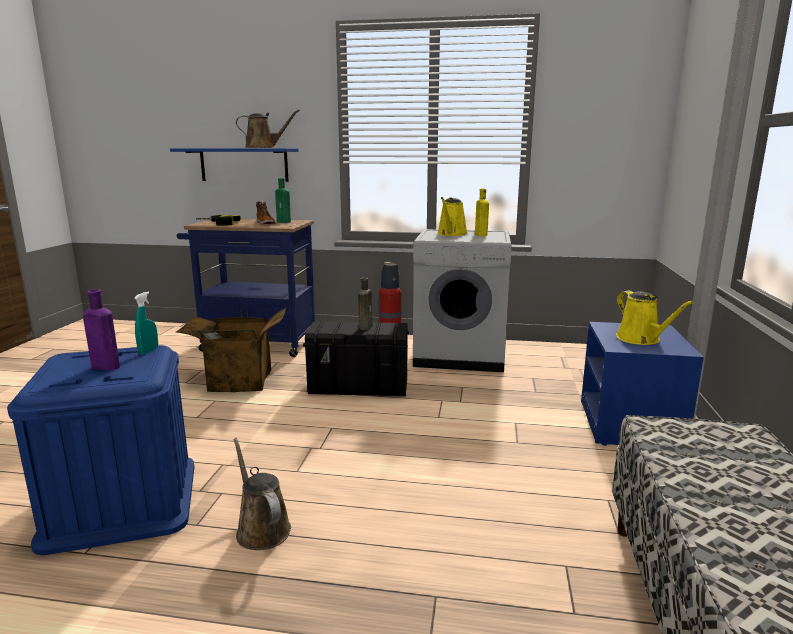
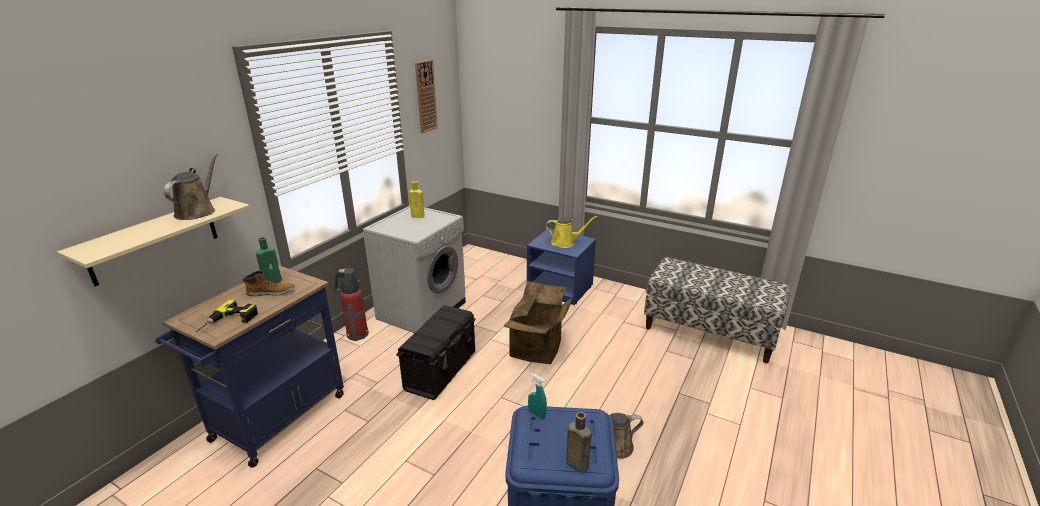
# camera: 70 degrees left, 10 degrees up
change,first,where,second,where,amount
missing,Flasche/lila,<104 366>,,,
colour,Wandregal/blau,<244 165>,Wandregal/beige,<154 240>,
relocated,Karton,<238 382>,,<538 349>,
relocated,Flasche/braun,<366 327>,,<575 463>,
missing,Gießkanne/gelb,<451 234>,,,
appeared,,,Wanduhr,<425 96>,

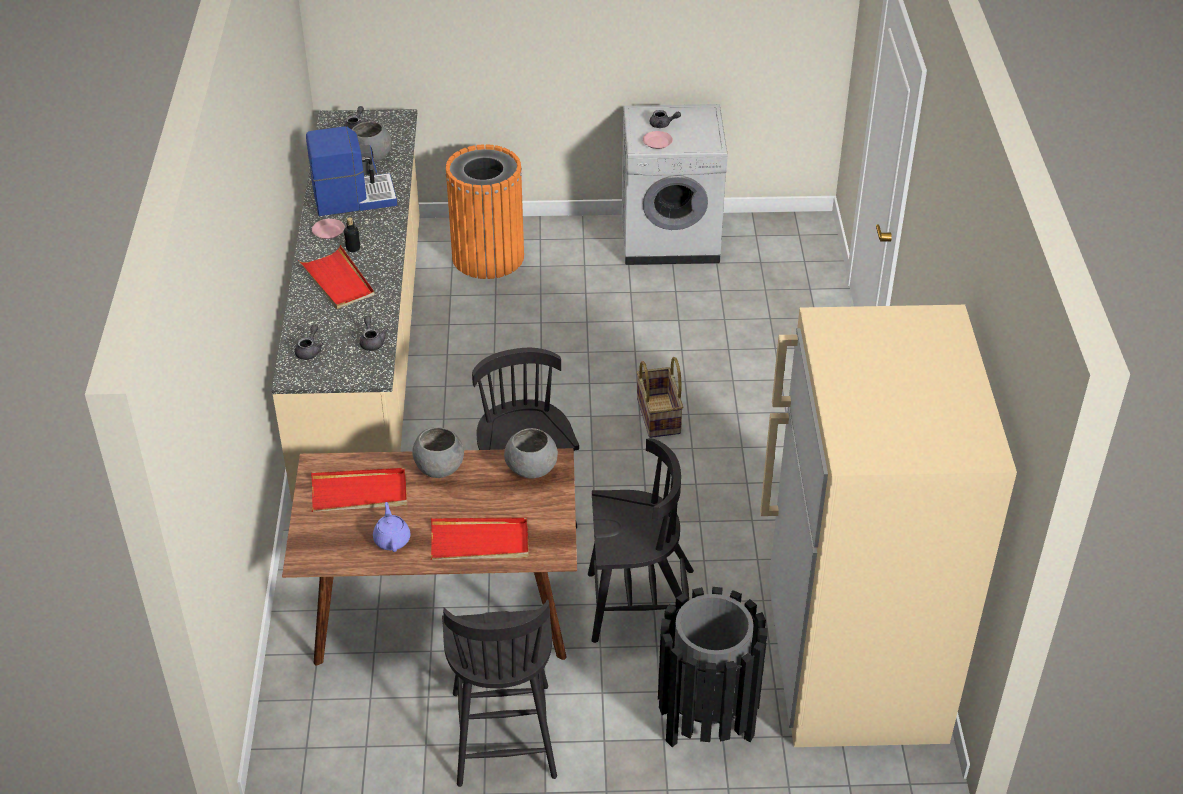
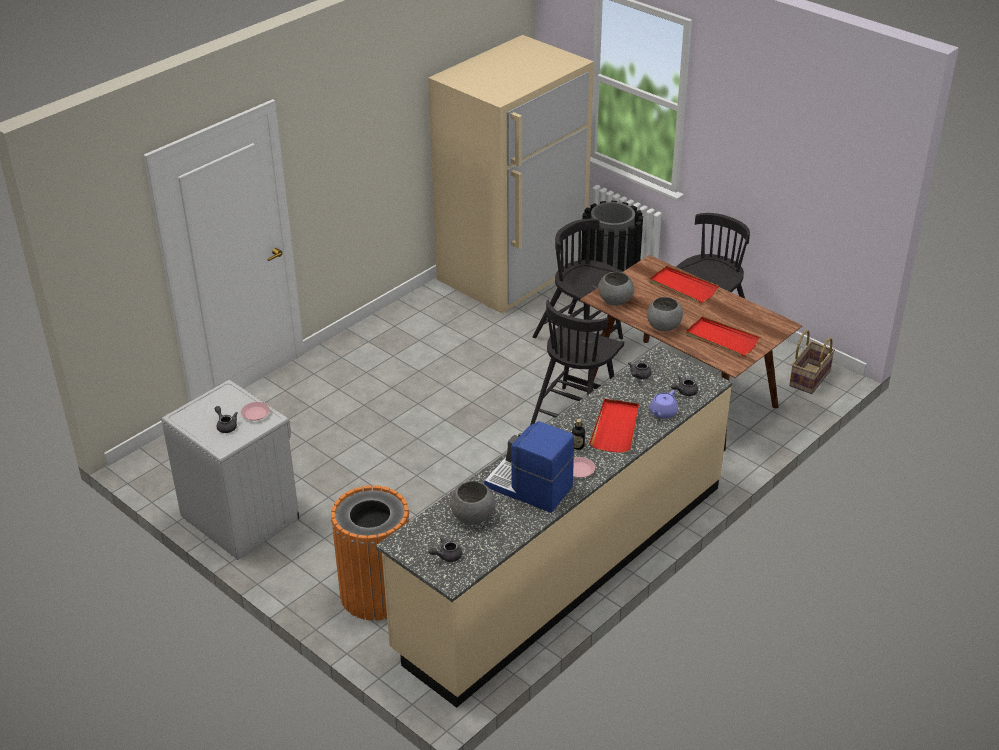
# camera: 135 degrees left, 5 degrees down
change,first,where,second,where,amount
relocated,Teekanne/lila,<392 539>,,<663 413>,
relocated,Korb,<659 416>,,<809 378>,

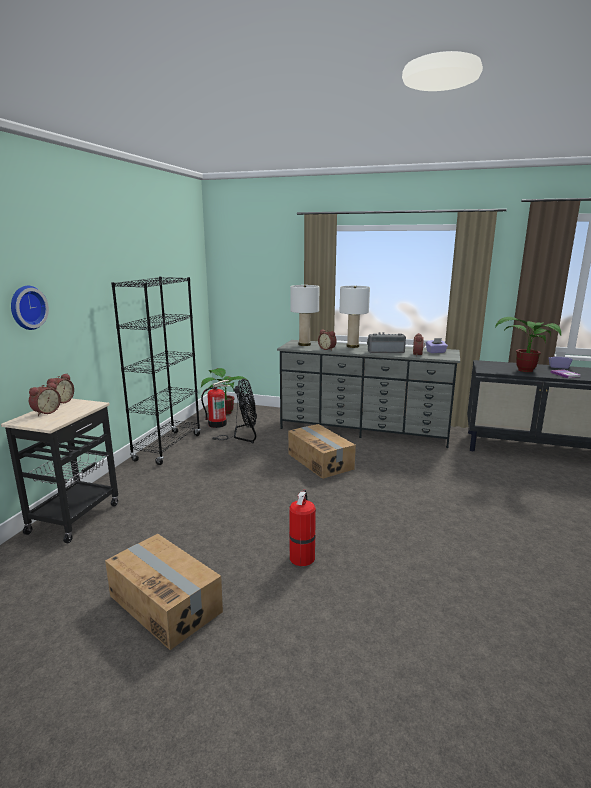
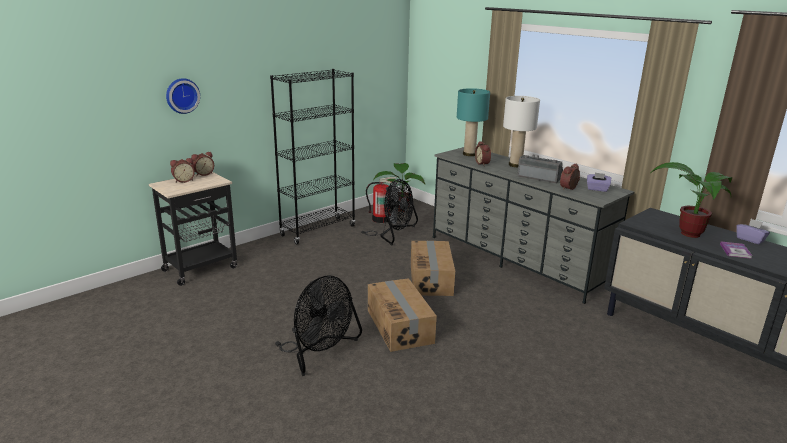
# camera: 30 degrees right, 5 degrees up
change,first,where,second,where,amount
relocated,Karton,<166 603>,,<400 326>,
exchanged,Feuerlöscher,<302 557>,Ventilator/schwarz,<317 352>,
colour,Tischlampe/weiß,<304 344>,Tischlampe/türkis,<469 154>,

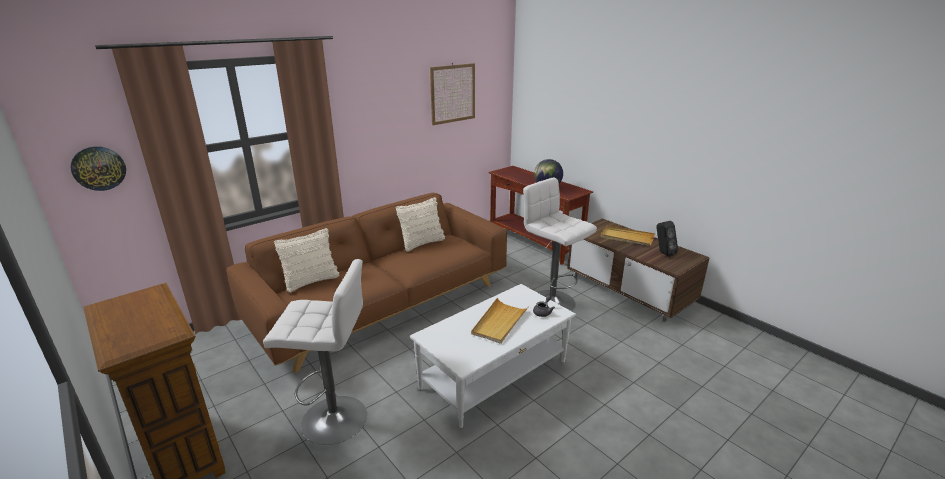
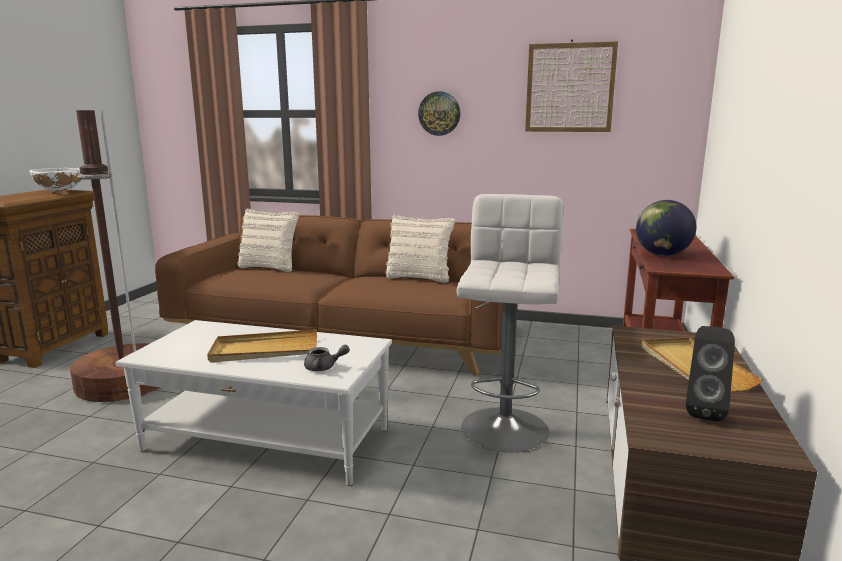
# camera: 55 degrees right, 10 degrees down
change,first,where,second,where,amount
relocated,Wanduhr,<98 168>,,<439 113>,
exchanged,Hocker/weiß,<335 420>,Stehlampe/braun,<124 382>,
appeared,,,Schüssel/weiß,<60 192>,

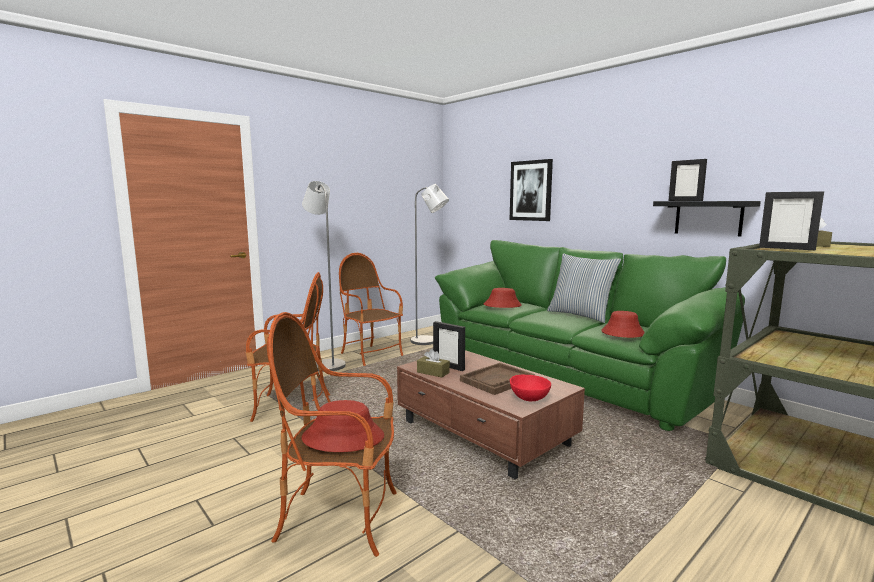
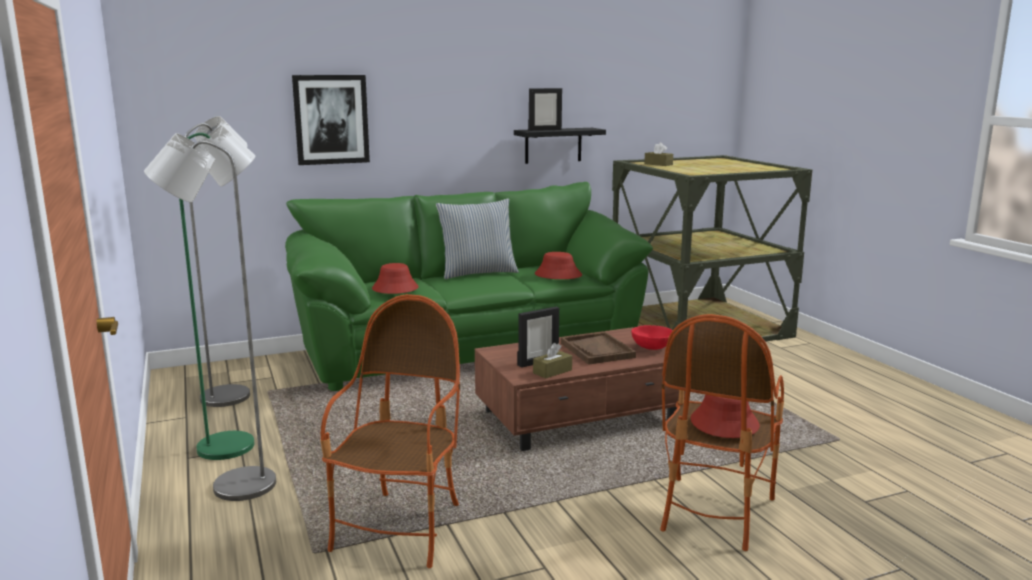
# camera: 70 degrees left, 5 degrees up
change,first,where,second,where,amount
exchanged,Sessel,<371 355>,Stehlampe/grün,<237 445>,
missing,Bilderrahmen,<786 248>,,,

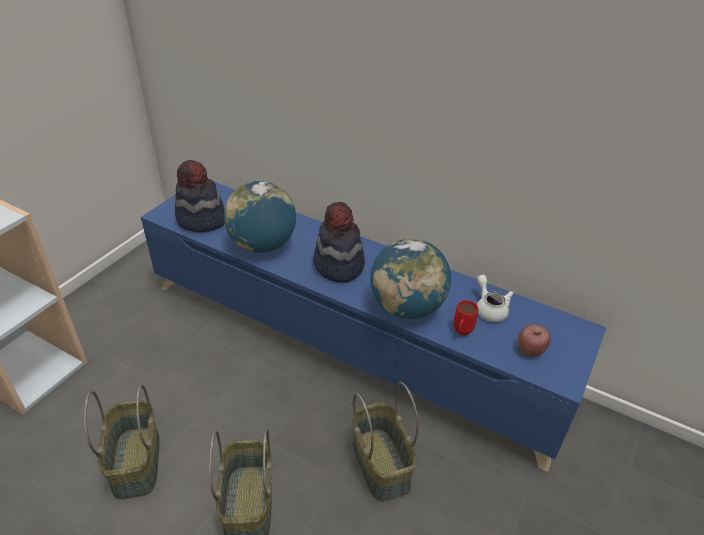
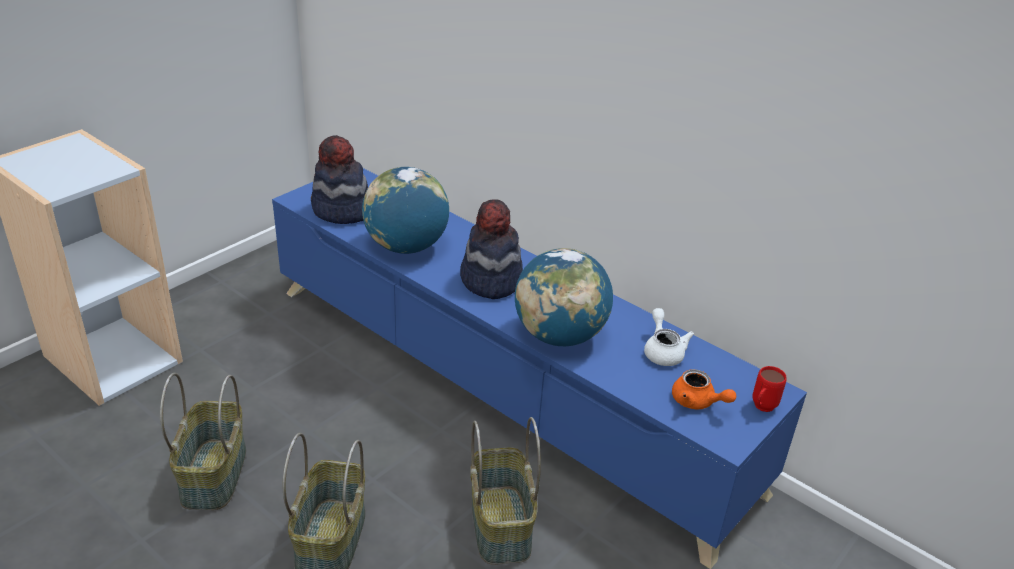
# camera: 10 degrees right, 5 degrees down
change,first,where,second,where,amount
relocated,Henkelbecher/rot,<461 333>,,<761 408>,
exchanged,Apfel,<530 350>,Teekanne/orange,<697 402>,

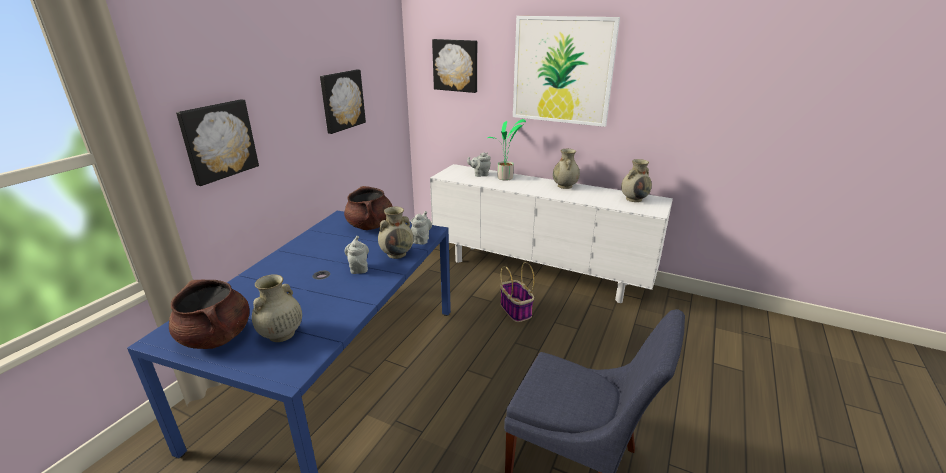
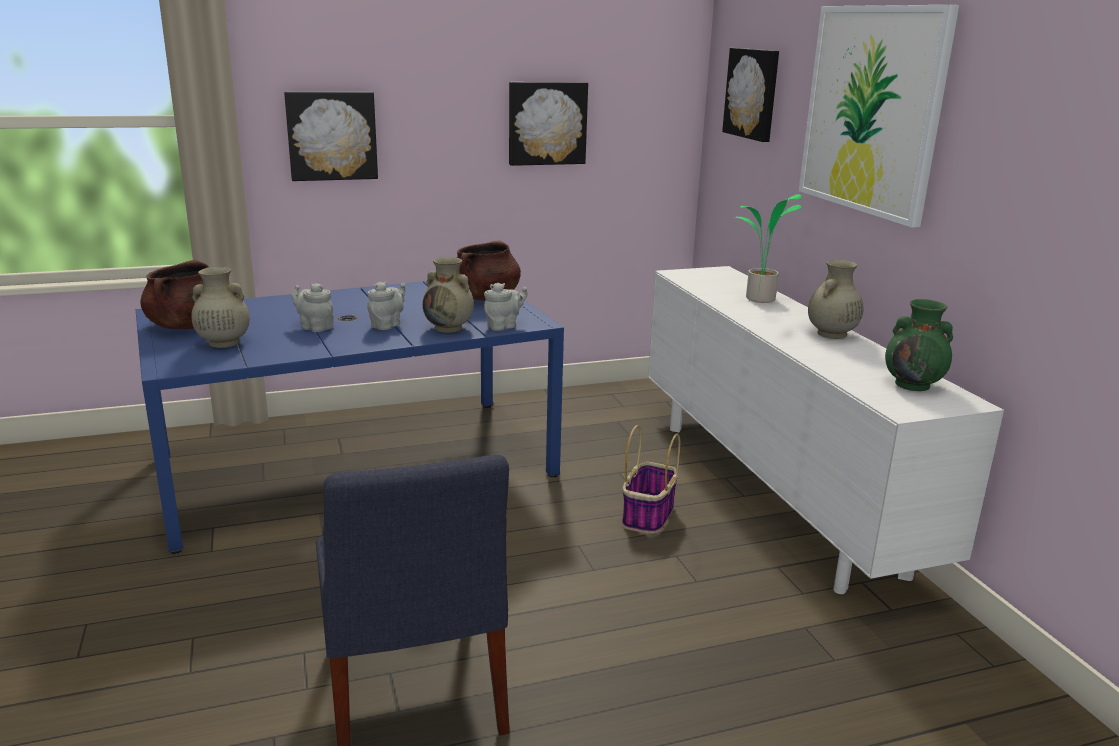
# camera: 45 degrees right, 5 degrees down
change,first,where,second,where,amount
relocated,Teekanne/grau,<480 174>,,<315 327>,
colour,Vase/beige,<634 199>,Vase/grün,<913 385>,

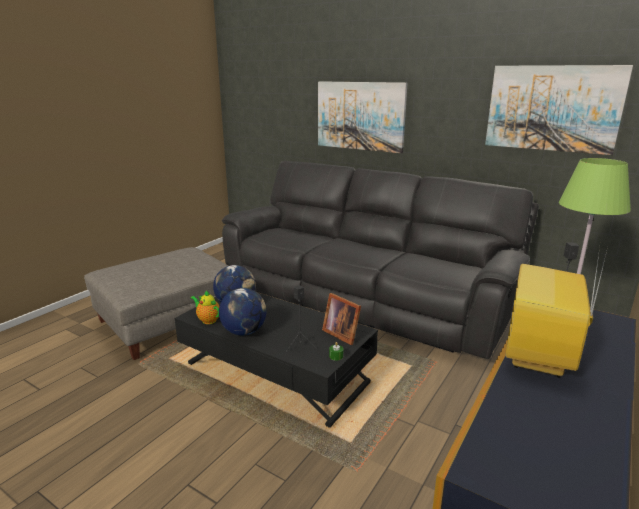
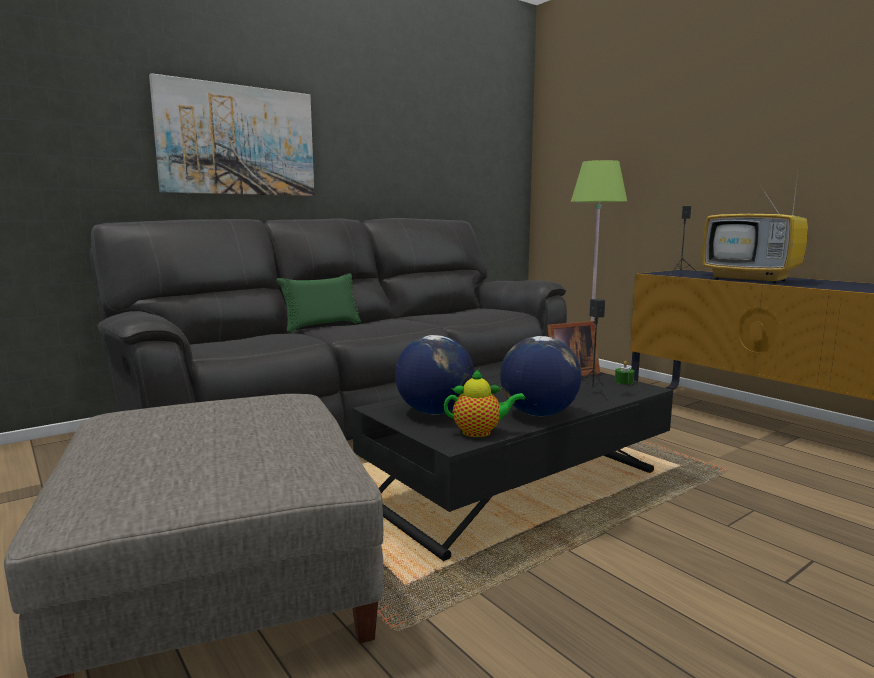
# camera: 70 degrees left, 10 degrees down
change,first,where,second,where,amount
spun,Teekanne,<208 320>,,<480 432>,150 degrees counterclockwise
missing,Bild,<552 108>,,,
appeared,,,Kissen/grün,<321 326>,

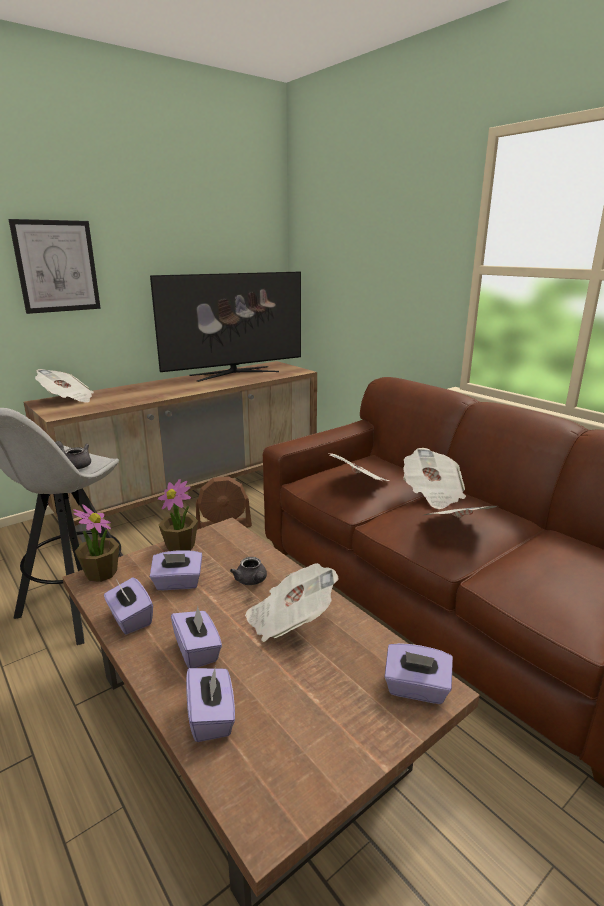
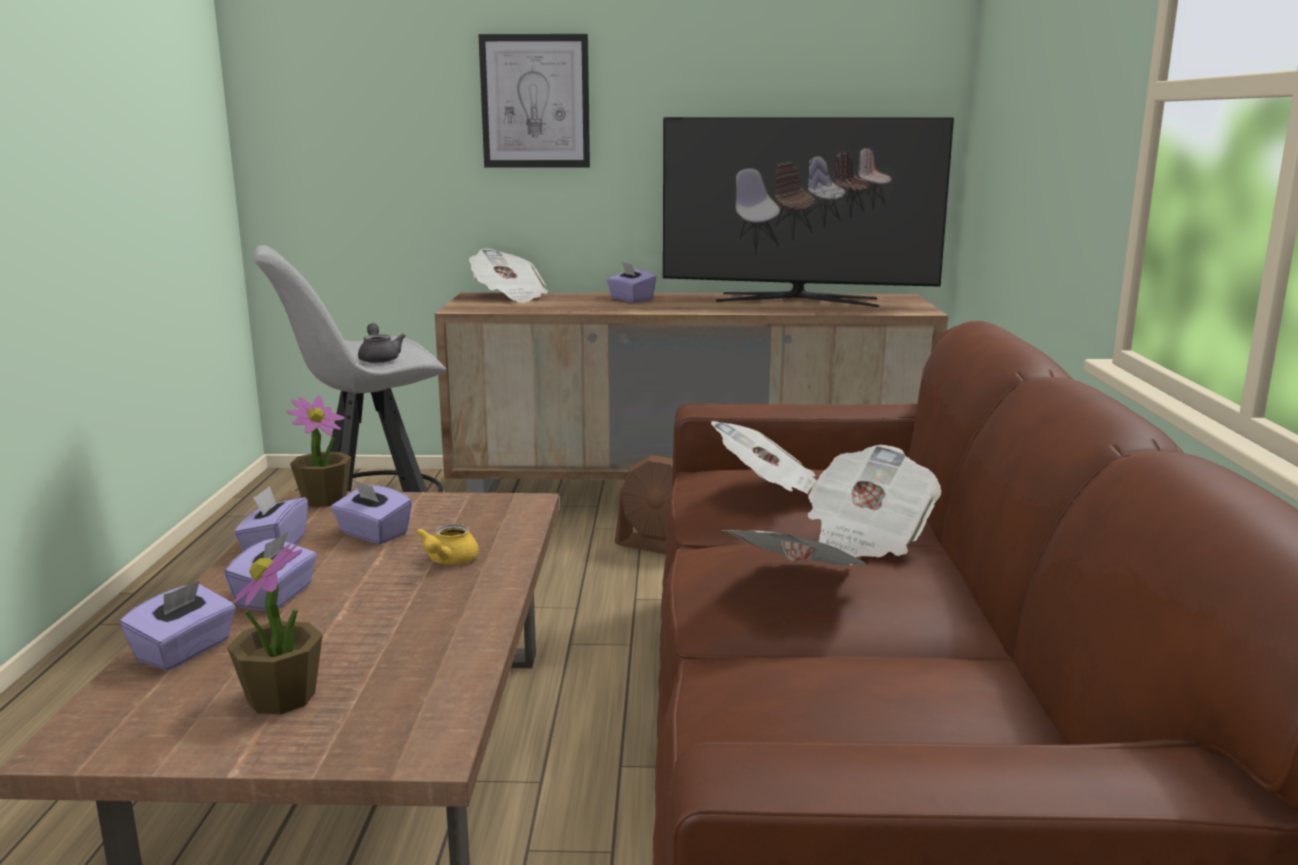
# camera: 40 degrees right, 5 degrees down
change,first,where,second,where,amount
relocated,Topfpflanze,<181 546>,,<282 698>,
colour,Teekanne/grau,<252 581>,Teekanne/gelb,<448 561>,
missing,Zeitung,<290 620>,,,
relocated,Taschentuchbox/lila,<416 689>,,<631 299>,

